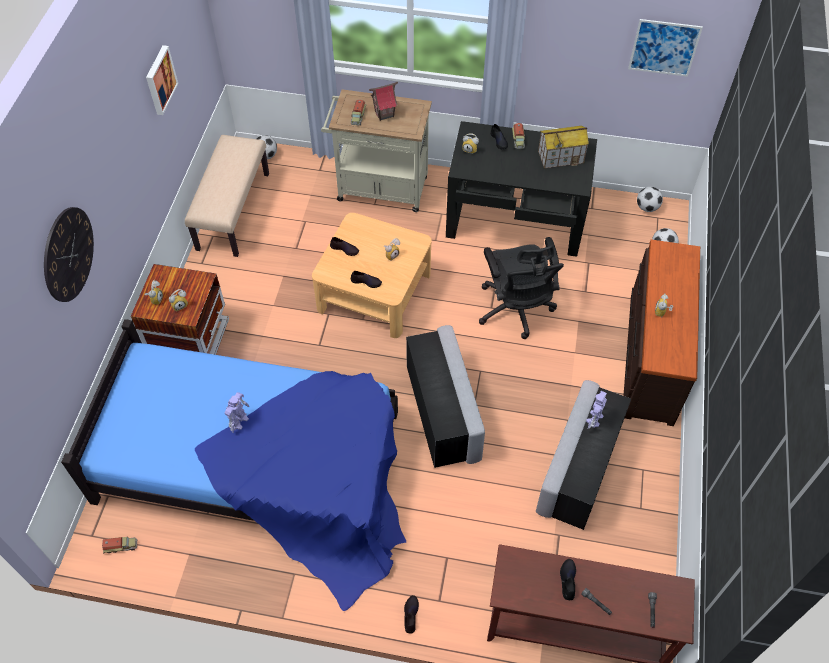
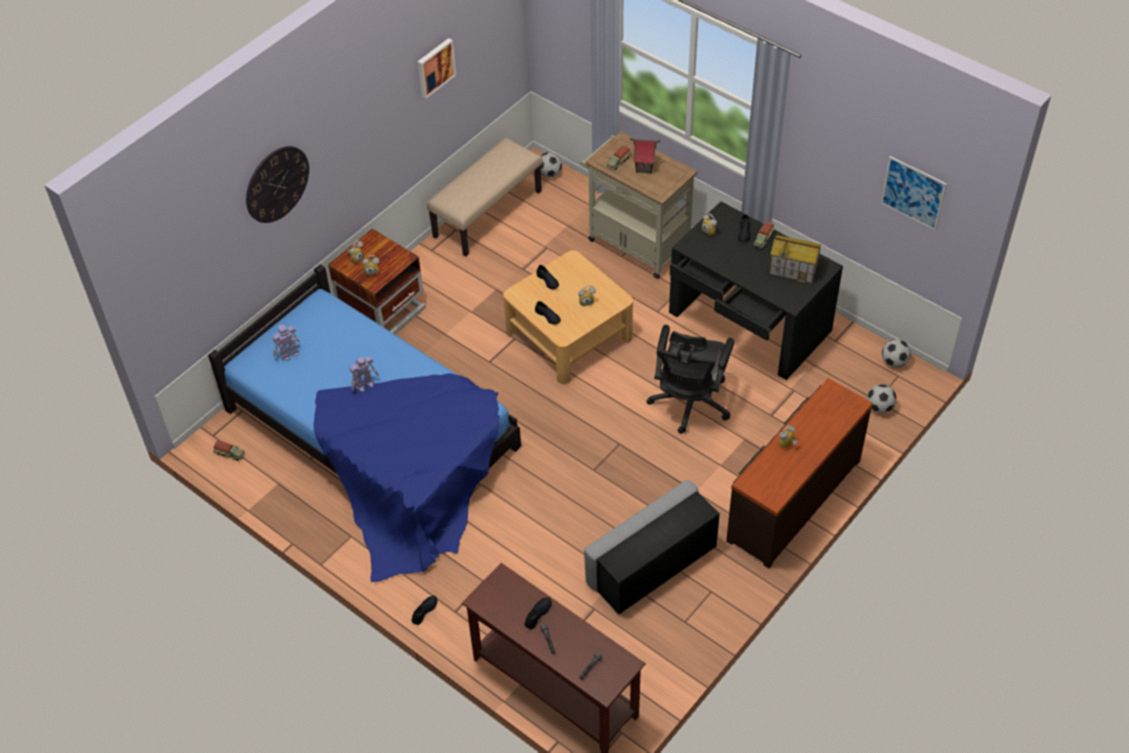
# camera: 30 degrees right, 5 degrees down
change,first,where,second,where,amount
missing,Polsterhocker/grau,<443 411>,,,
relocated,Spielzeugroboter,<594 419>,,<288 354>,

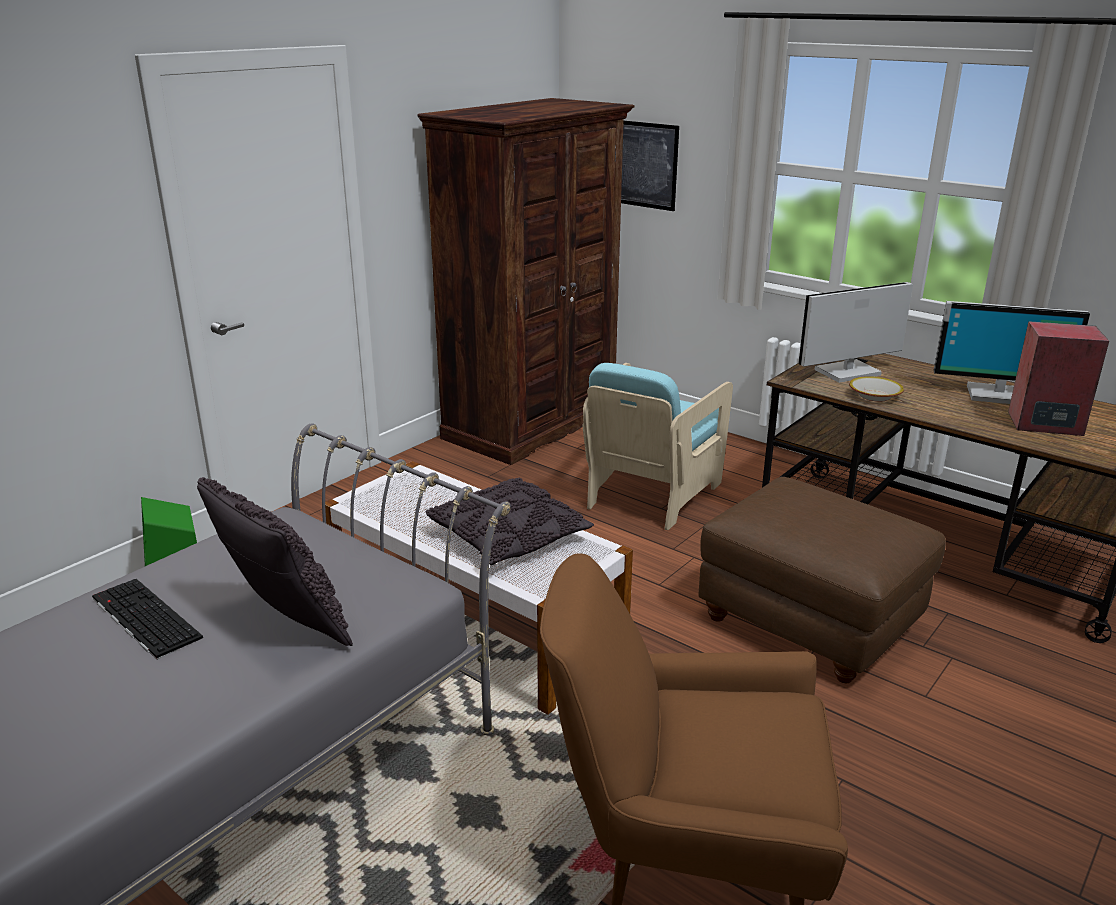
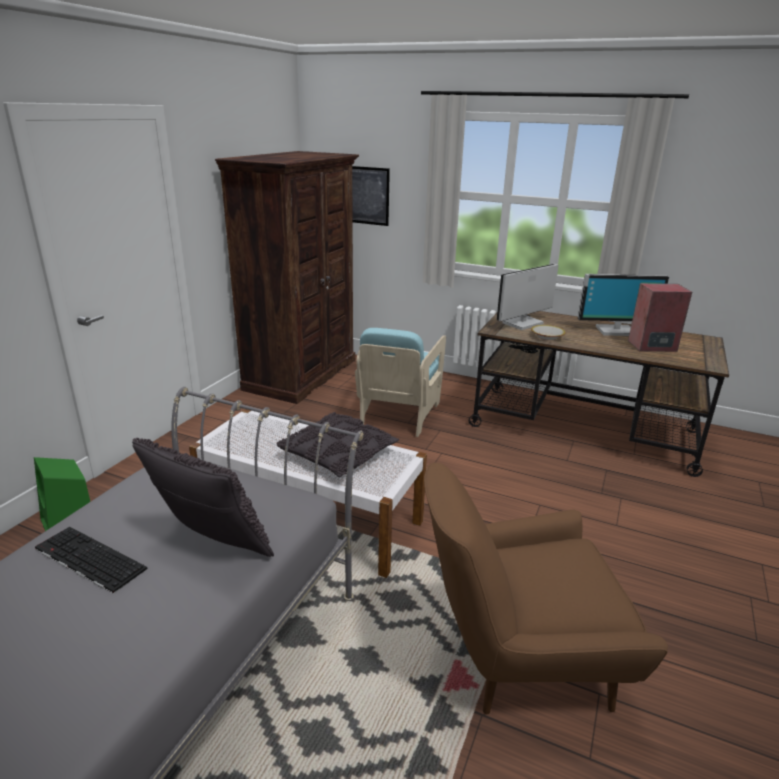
# camera: 15 degrees left, 0 degrees up
change,first,where,second,where,amount
missing,Polsterhocker/braun,<811 622>,,,

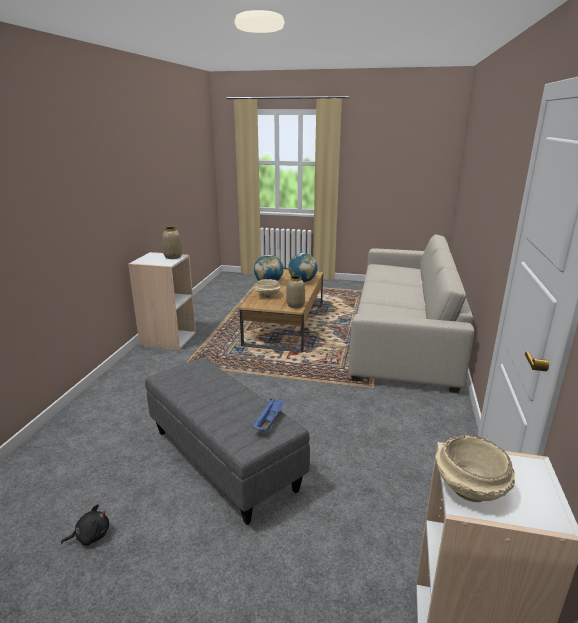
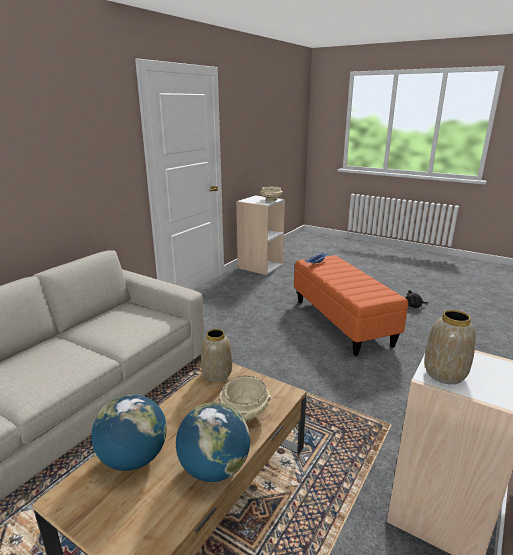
# camera: 160 degrees left, 0 degrees up
change,first,where,second,where,amount
colour,Polsterhocker/grau,<222 461>,Polsterhocker/orange,<342 322>,

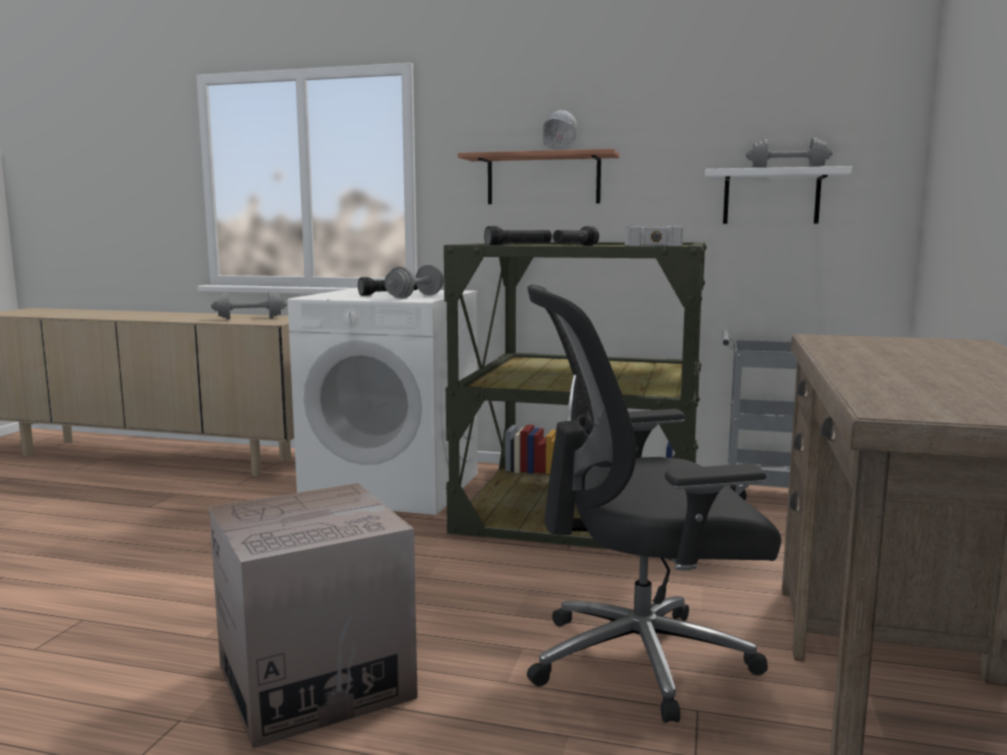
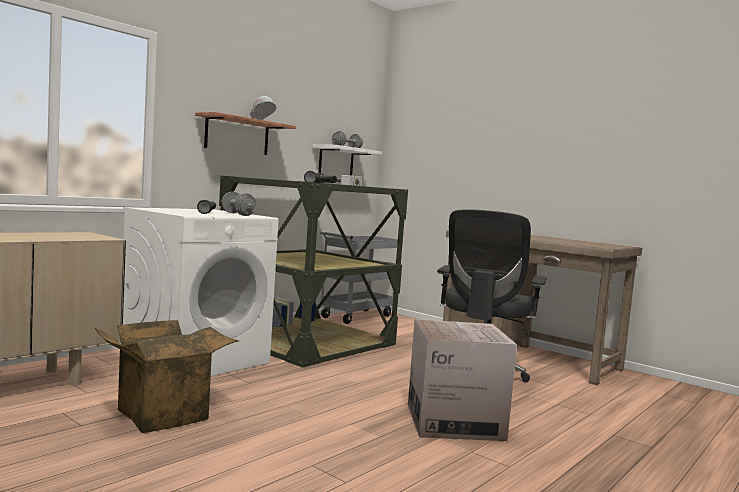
# camera: 65 degrees left, 5 degrees down
change,first,where,second,where,amount
missing,Hantel/grau,<250 318>,,,
appeared,,,Karton,<162 413>,

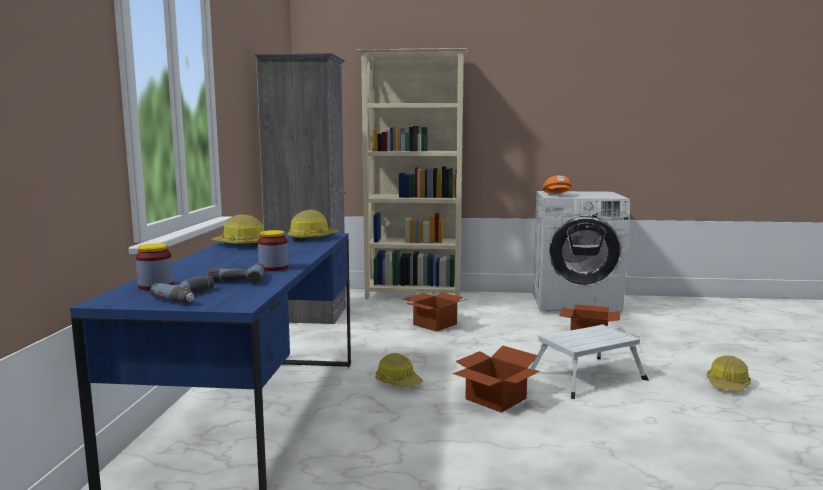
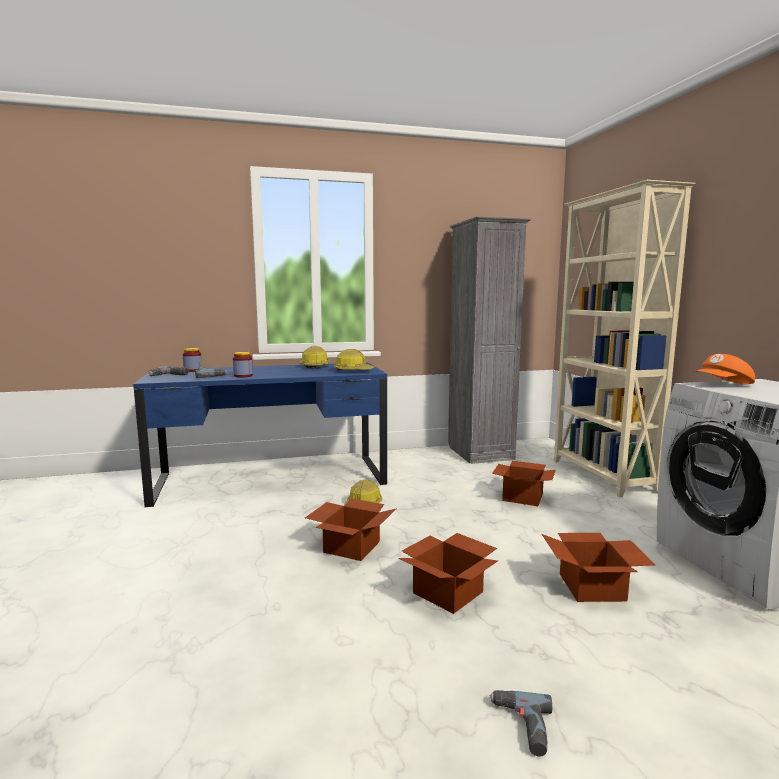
# camera: 70 degrees right, 0 degrees up
change,first,where,second,where,amount
exchanged,Trittleiter/weiß,<587 376>,Karton,<450 592>,
exchanged,Schutzhelm,<728 385>,Bohrmaschine,<521 726>,

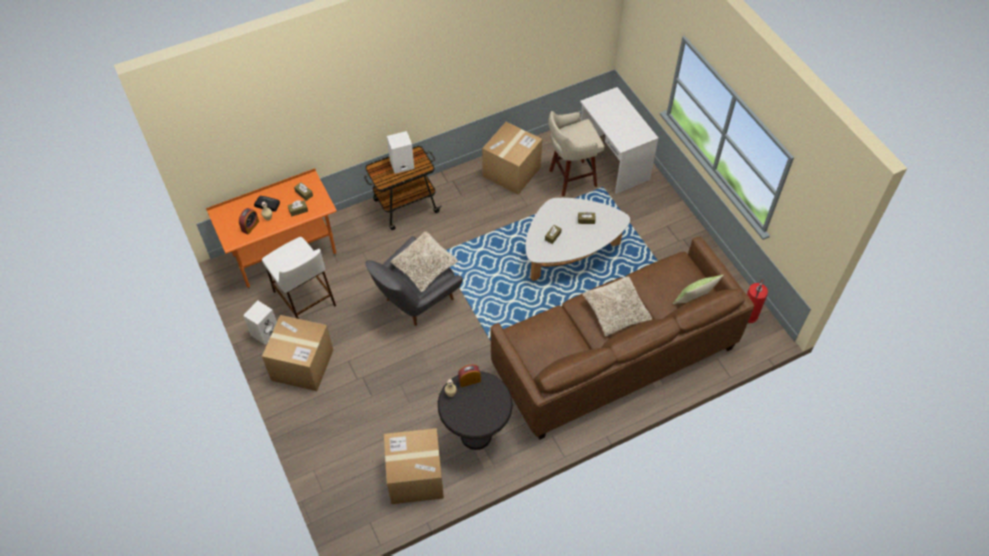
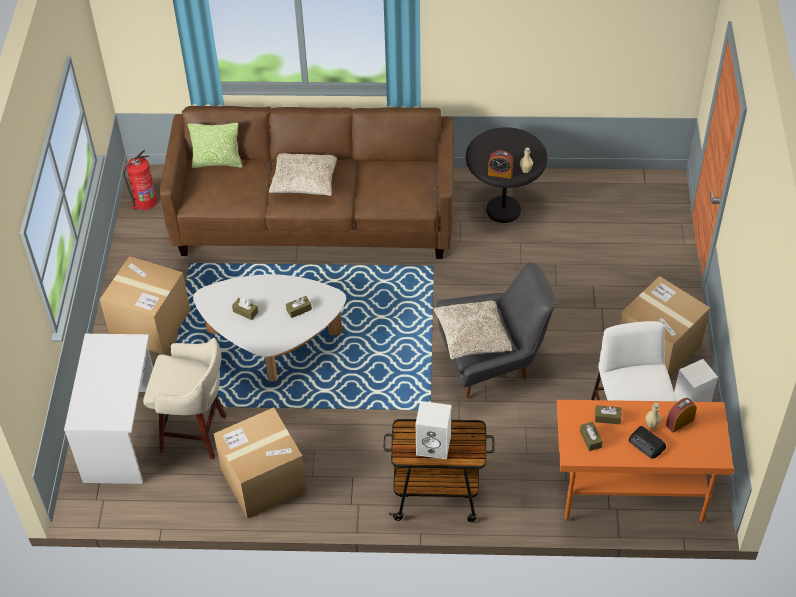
# camera: 150 degrees left, 5 degrees down
change,first,where,second,where,amount
relocated,Karton,<415 476>,,<150 324>,

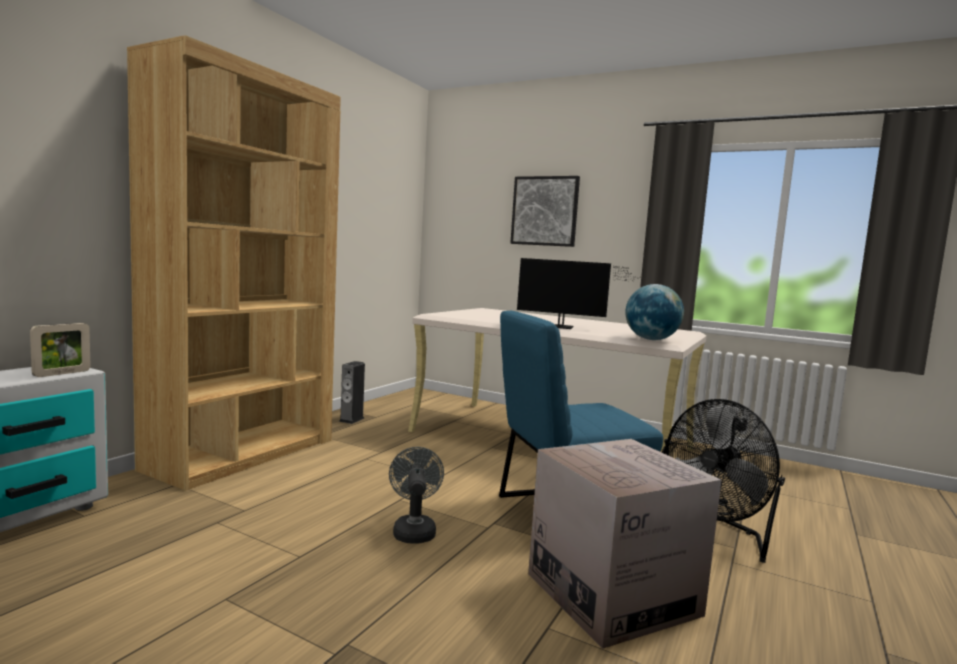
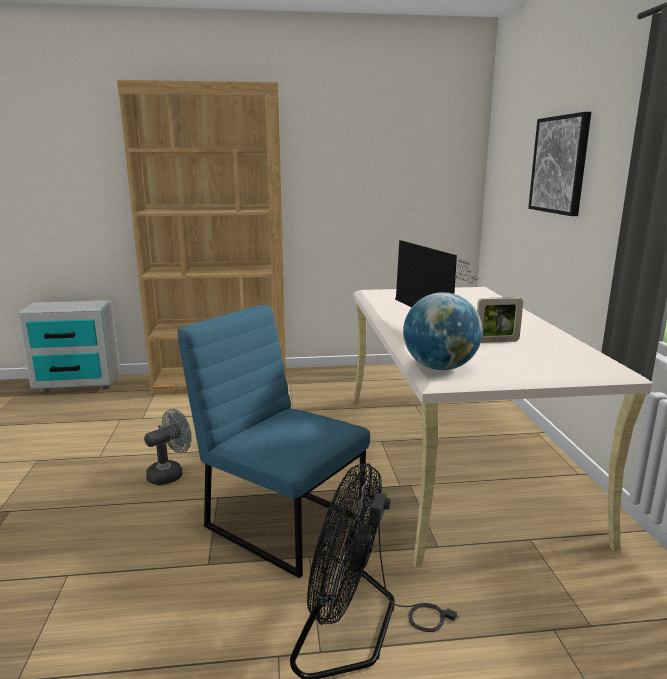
# camera: 55 degrees right, 10 degrees up
change,first,where,second,where,amount
relocated,Bilderrahmen,<62 373>,,<496 341>,
missing,Lautsprecher,<351 419>,,,
missing,Karton,<612 594>,,,

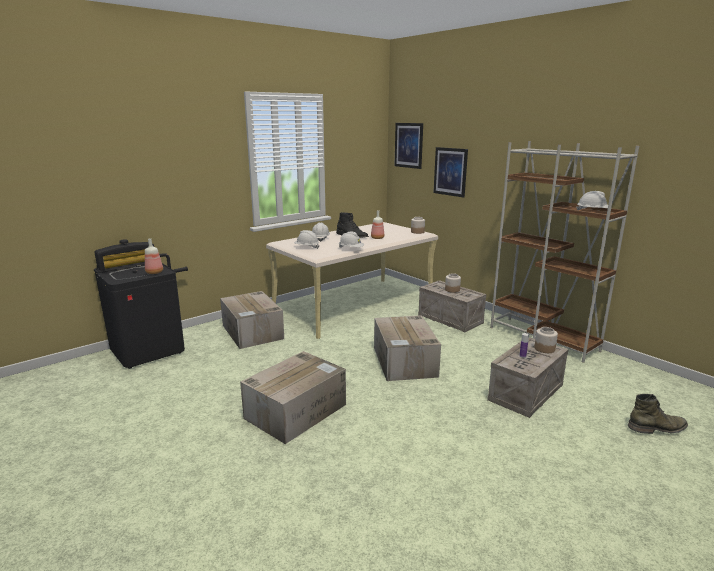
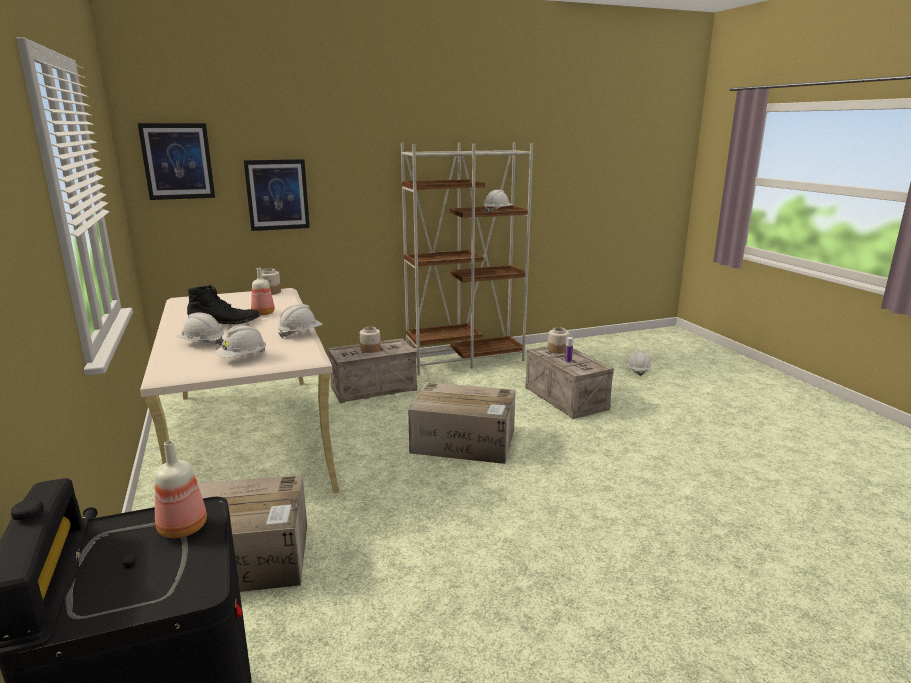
# camera: 70 degrees left, 0 degrees up
change,first,where,second,where,amount
missing,Karton,<296 411>,,,
exchanged,Stiefel/grün,<657 428>,Schutzhelm/weiß,<637 370>,

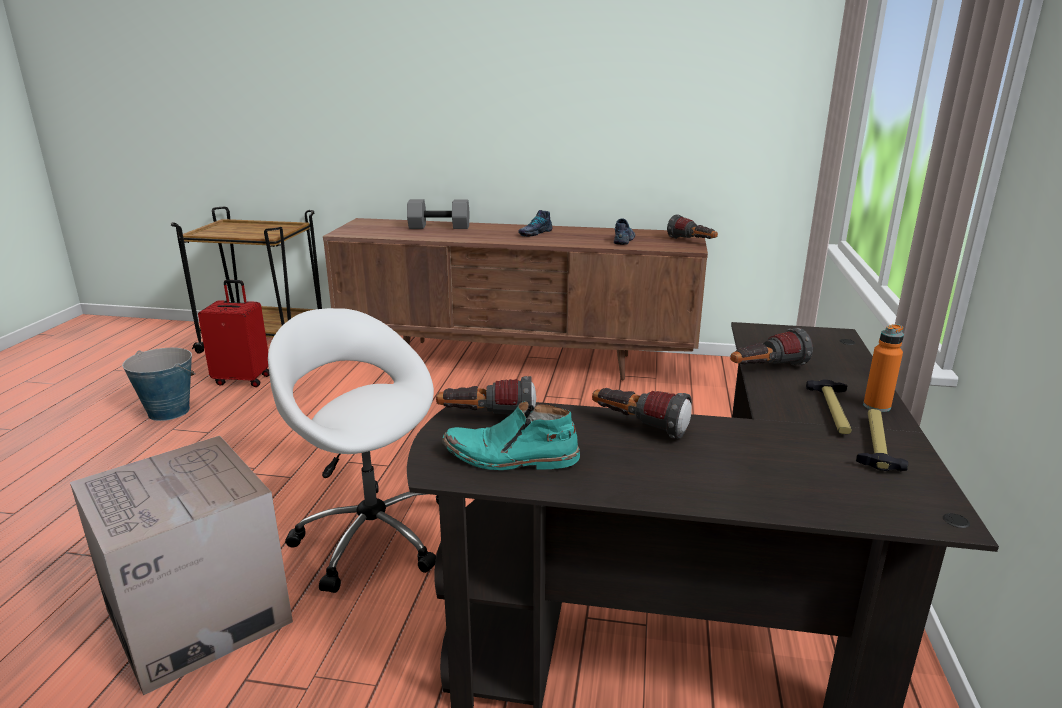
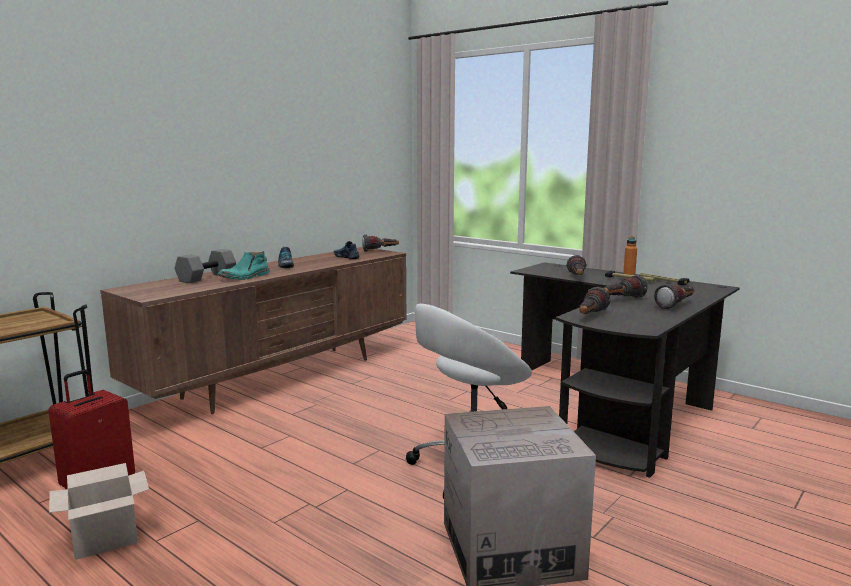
# camera: 60 degrees left, 10 degrees down
change,first,where,second,where,amount
exchanged,Eimer,<168 411>,Karton,<103 540>,
relocated,Stiefel/türkis,<510 458>,,<245 277>,
appeared,,,Taschenlampe,<677 305>,

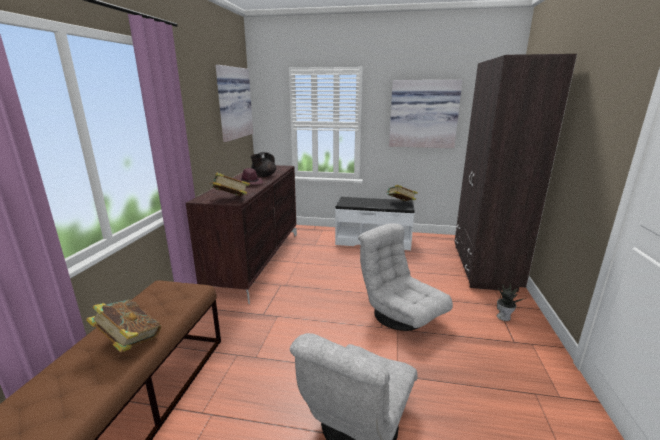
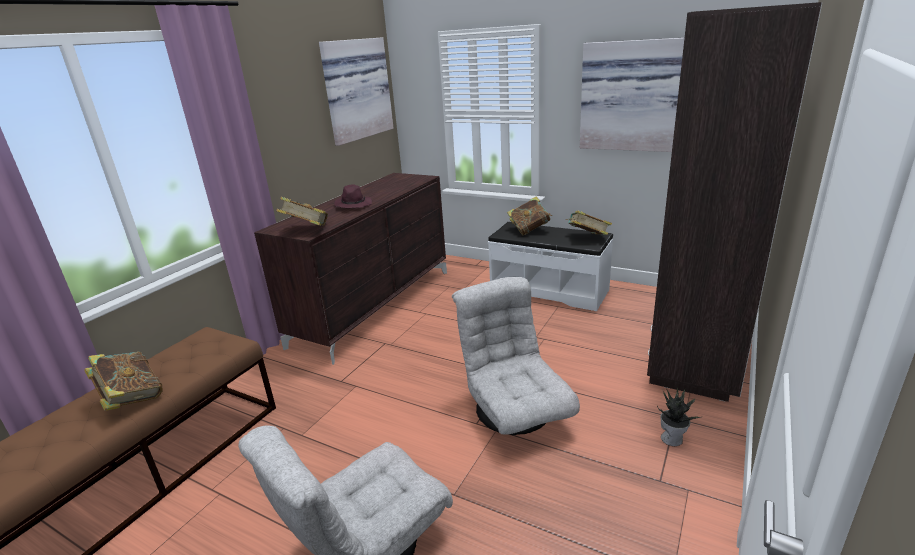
# camera: 20 degrees right, 5 degrees up
change,first,where,second,where,amount
missing,Teekanne/schwarz,<263 176>,,,
appeared,,,Buch,<529 230>,

